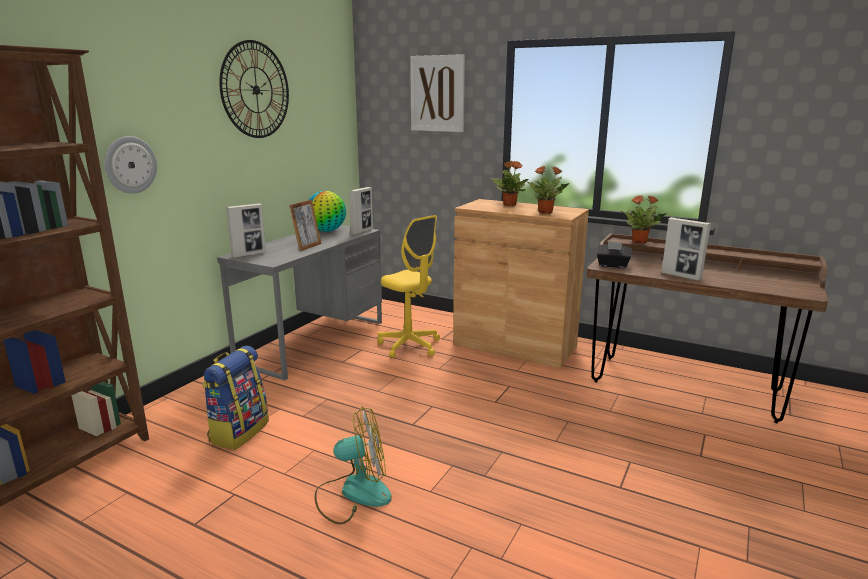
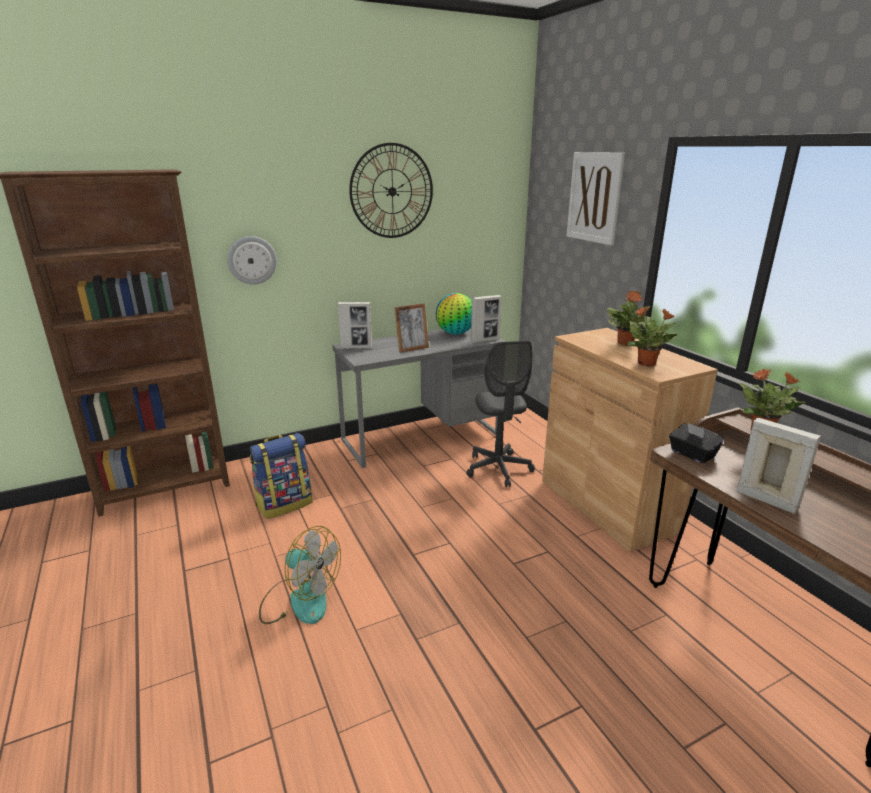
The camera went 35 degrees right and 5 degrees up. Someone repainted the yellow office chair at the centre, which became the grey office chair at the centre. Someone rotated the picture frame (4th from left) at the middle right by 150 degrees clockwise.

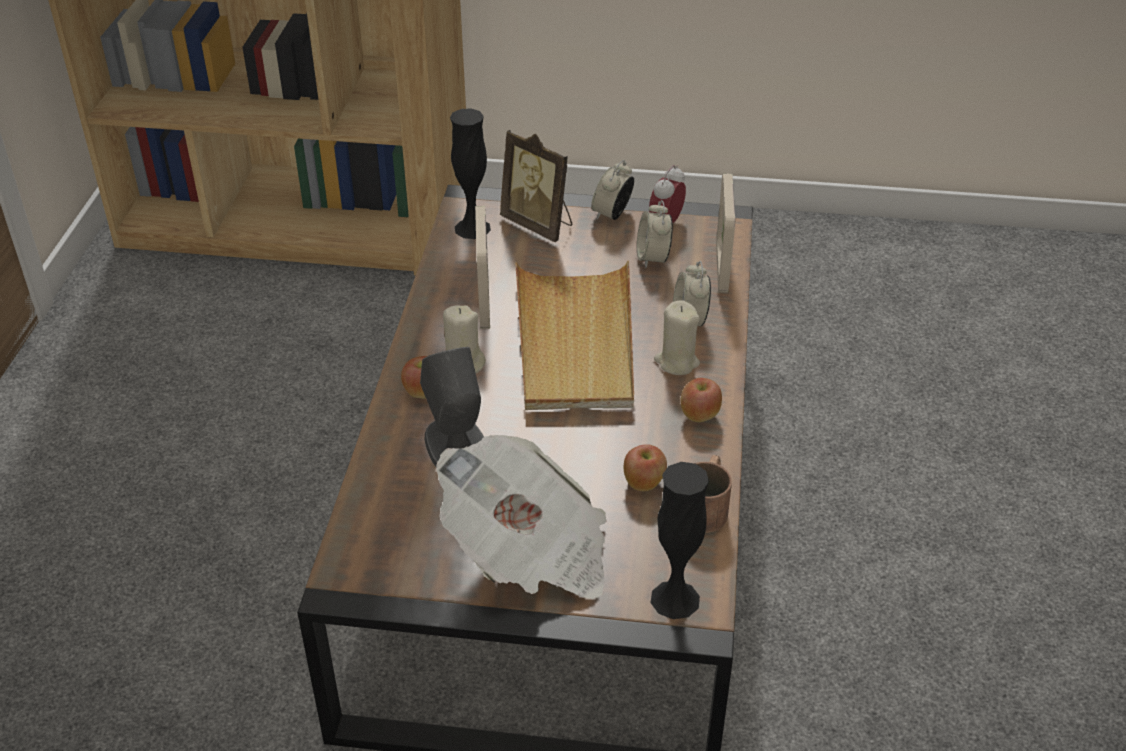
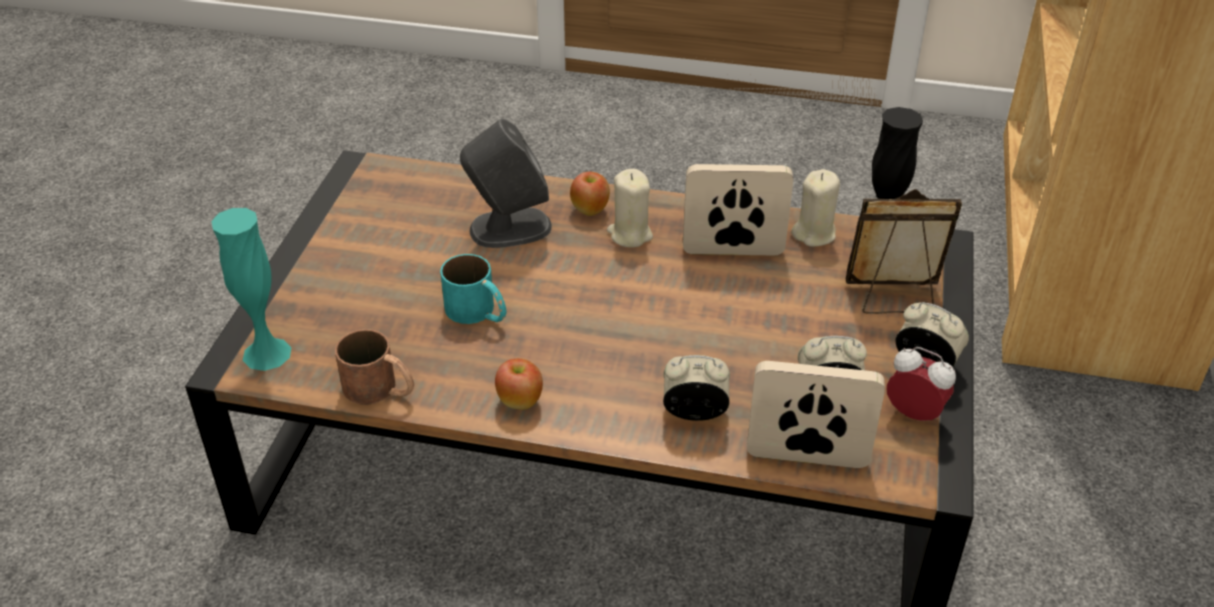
The camera went 95 degrees right and 0 degrees up. Someone repainted the black vase (2nd from left) at the bottom centre, which became the turquoise vase at the middle left. Someone put down the turquoise mug at the centre. Someone carried the beige candle (2nd from left) from the centre to the middle right. Someone rotated the picture frame (2nd from left in the first image) at the top centre by 45 degrees clockwise. Someone took away the newspaper at the bottom centre. Someone took away the beige tray at the centre. Someone took away the apple (2nd from left) at the centre.

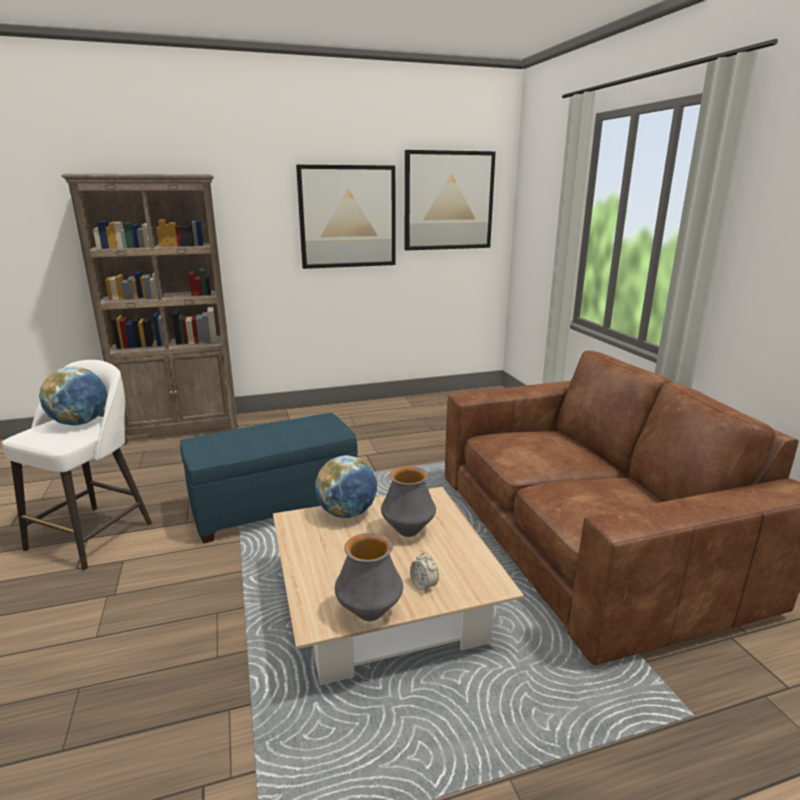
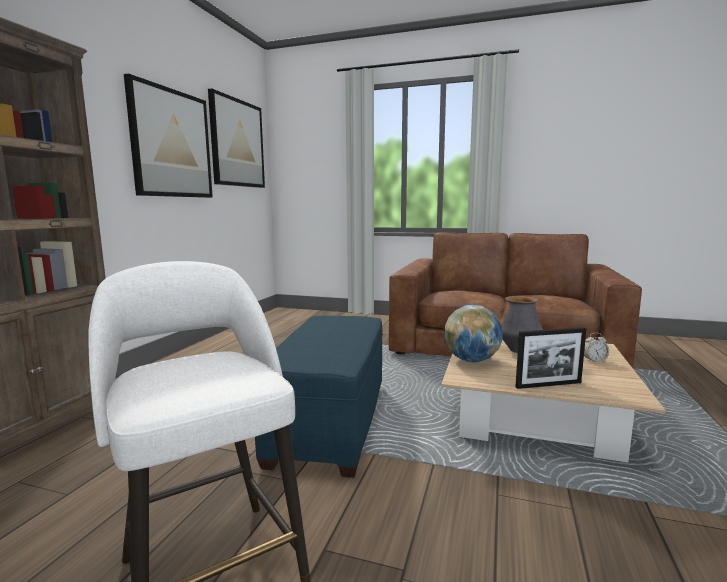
The camera went 55 degrees left and 10 degrees down. Someone put down the picture frame at the middle right. Someone took away the globe (1st from left) at the middle left. Someone took away the vase (1st from left) at the bottom centre.

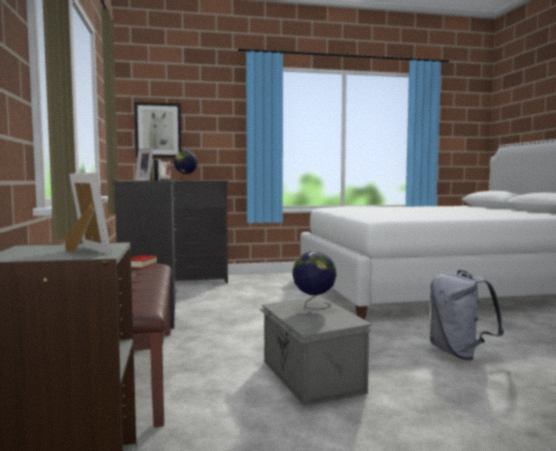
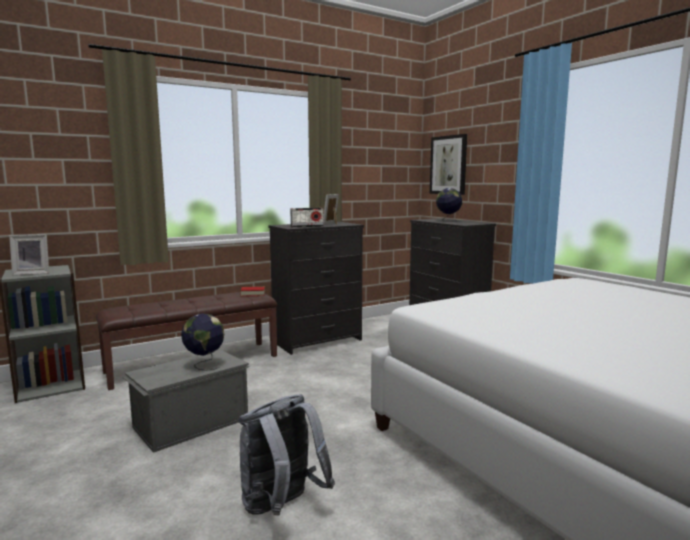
The camera went 70 degrees right and 5 degrees up. Someone rotated the picture frame (1st from left) at the middle left by 45 degrees clockwise.

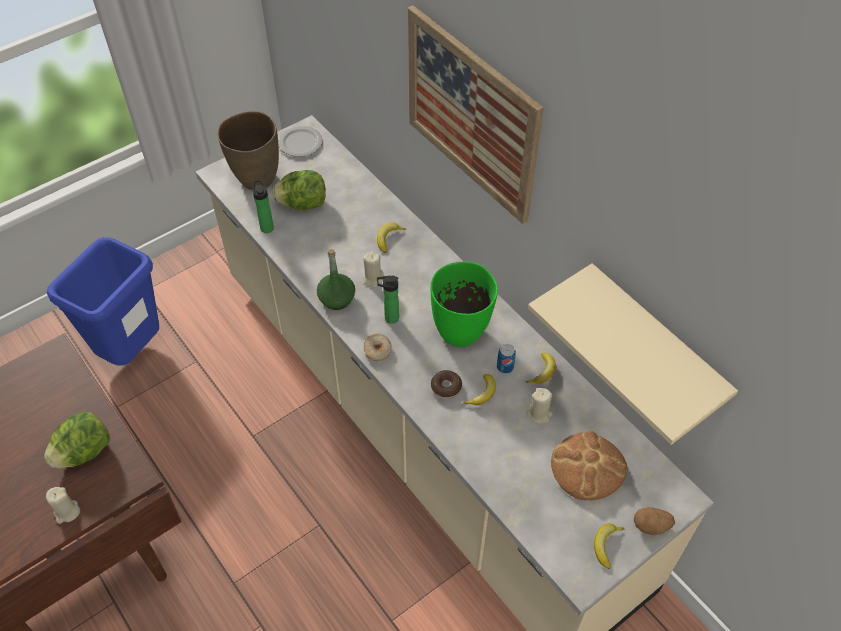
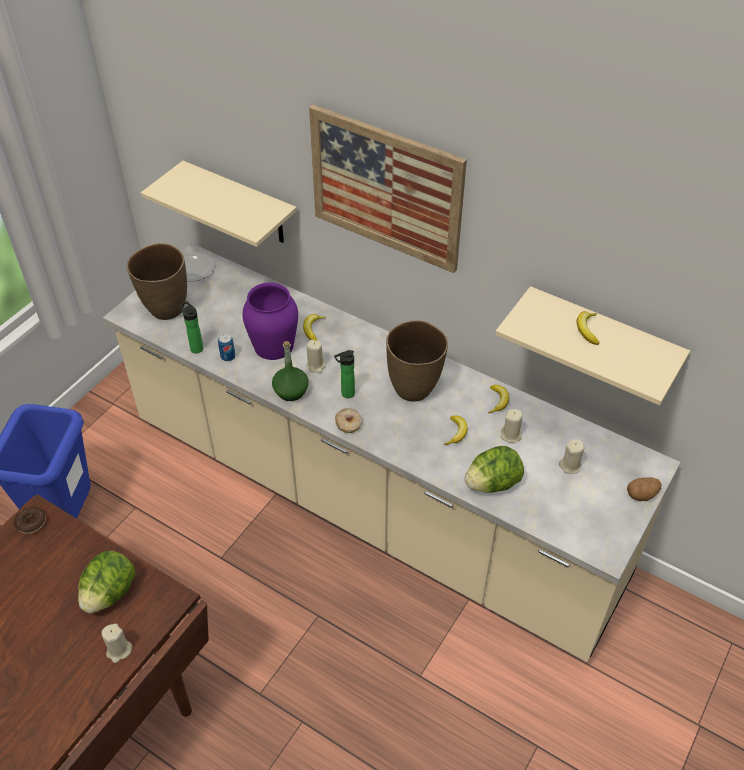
The camera went 20 degrees left and 5 degrees down. Someone carried the donut (2nd from left in the first image) from the centre to the bottom left. Someone put up the beige shelf (1st from left) at the top left. Someone carried the can from the centre to the middle left. Someone put down the purple vase at the centre. Someone repainted the green vase at the centre, which became the brown vase (2nd from left) at the centre. Someone carried the lettuce (2nd from left) from the top centre to the centre. Someone swapped the bread at the bottom right for the beige candle (4th from left) at the middle right. Someone carried the banana (4th from left) from the bottom right to the middle right.

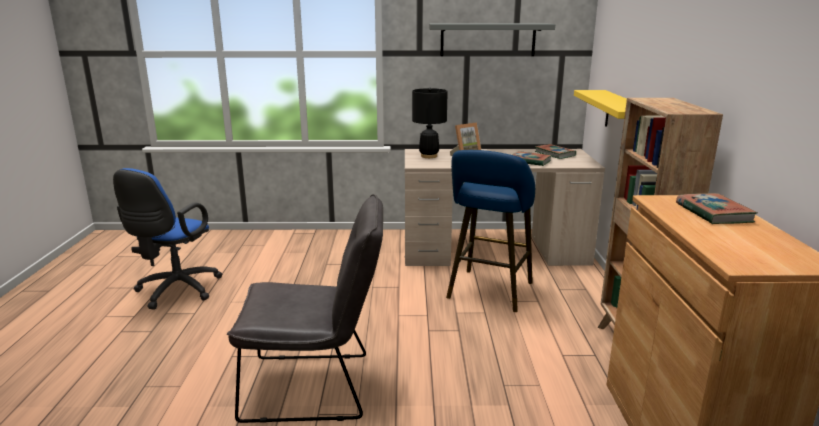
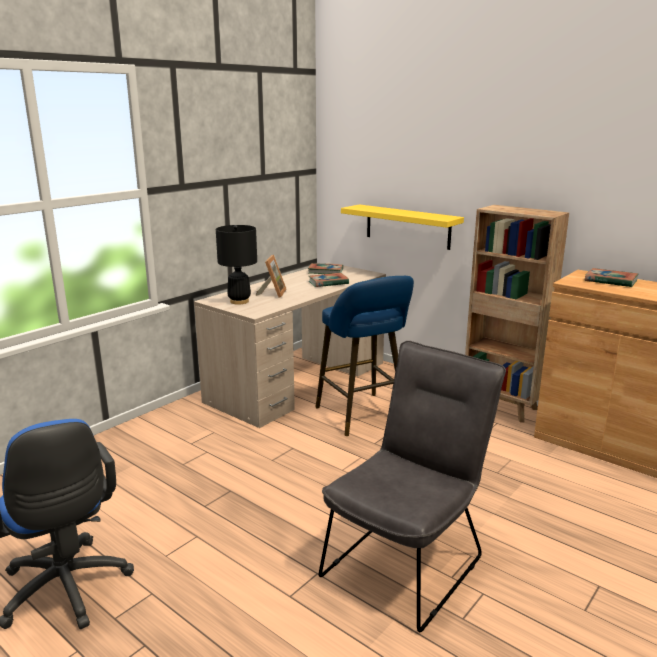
The camera went 50 degrees left and 0 degrees up. Someone took away the grey shelf at the top centre.

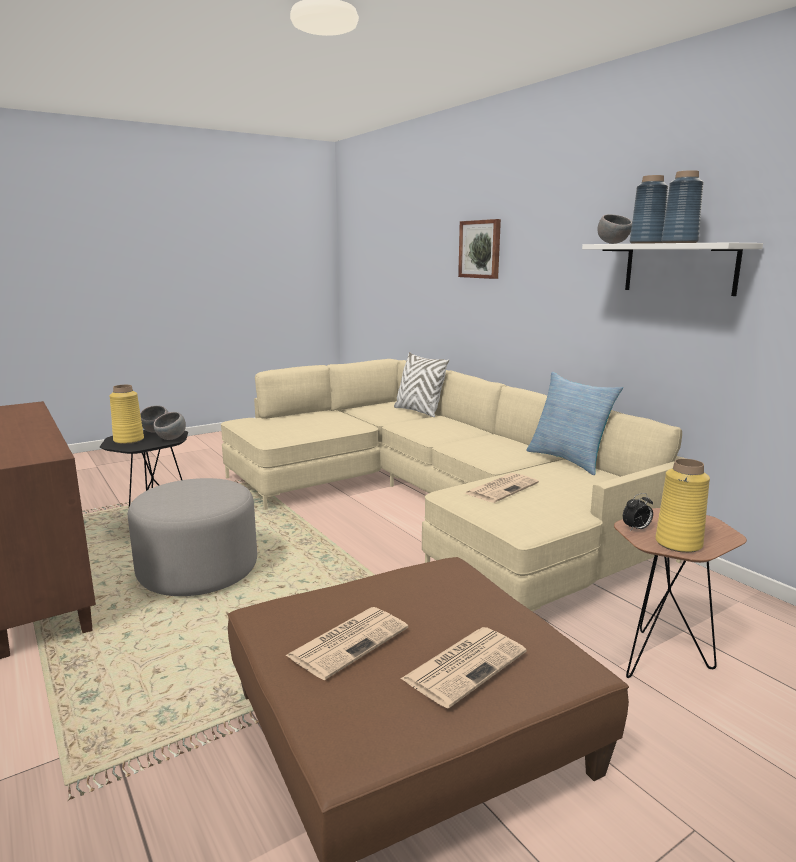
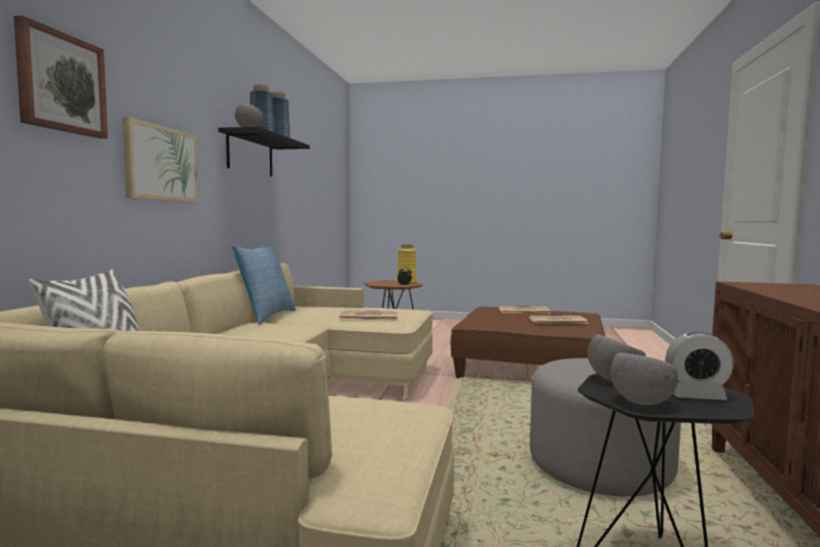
The camera went 135 degrees left and 10 degrees down. Someone put up the picture (2nd from left) at the top left. Someone repainted the white shelf at the top right, which became the black shelf at the top left. Someone swapped the yellow vase (1st from left) at the middle left for the alarm clock (2nd from left) at the bottom right.

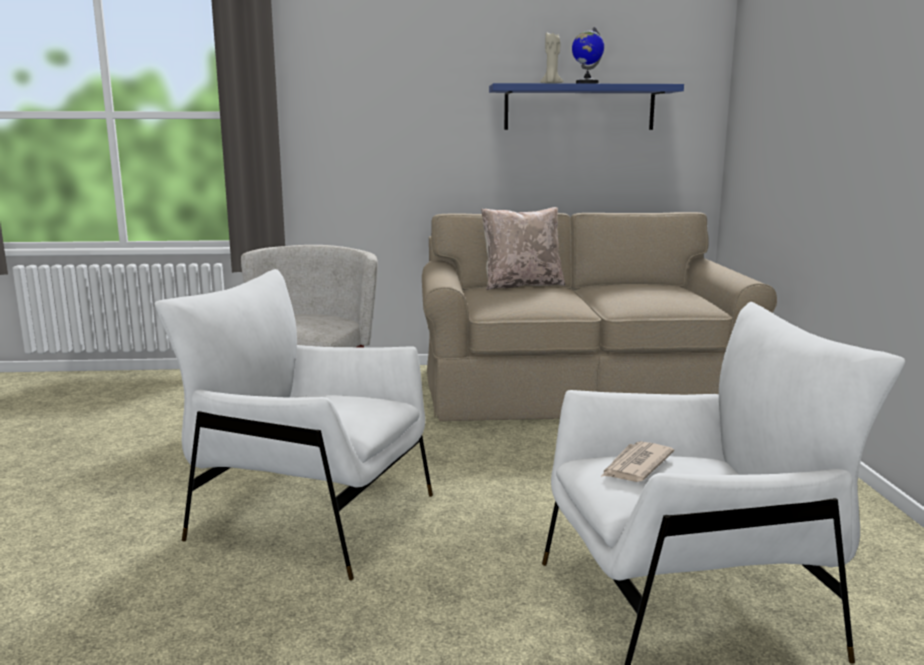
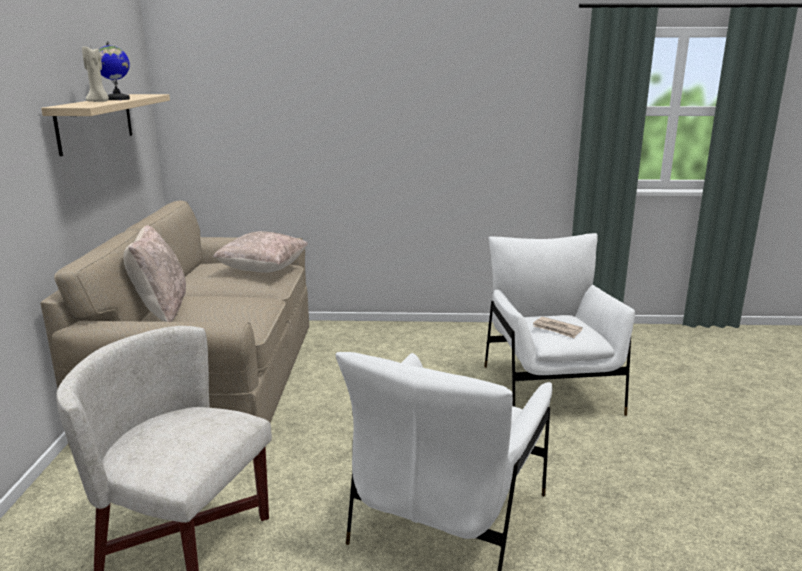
The camera went 85 degrees left and 5 degrees up. Someone repainted the blue shelf at the top centre, which became the beige shelf at the top left. Someone put down the beige pillow (2nd from left) at the middle left.

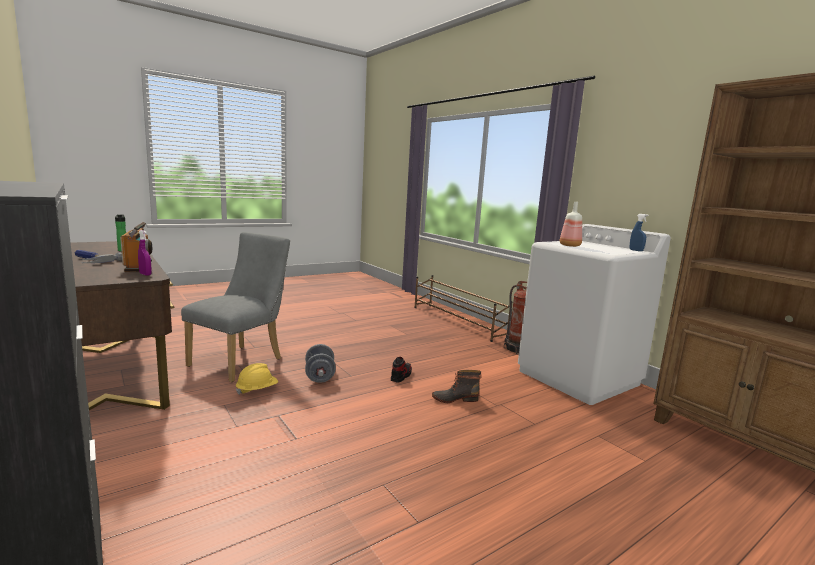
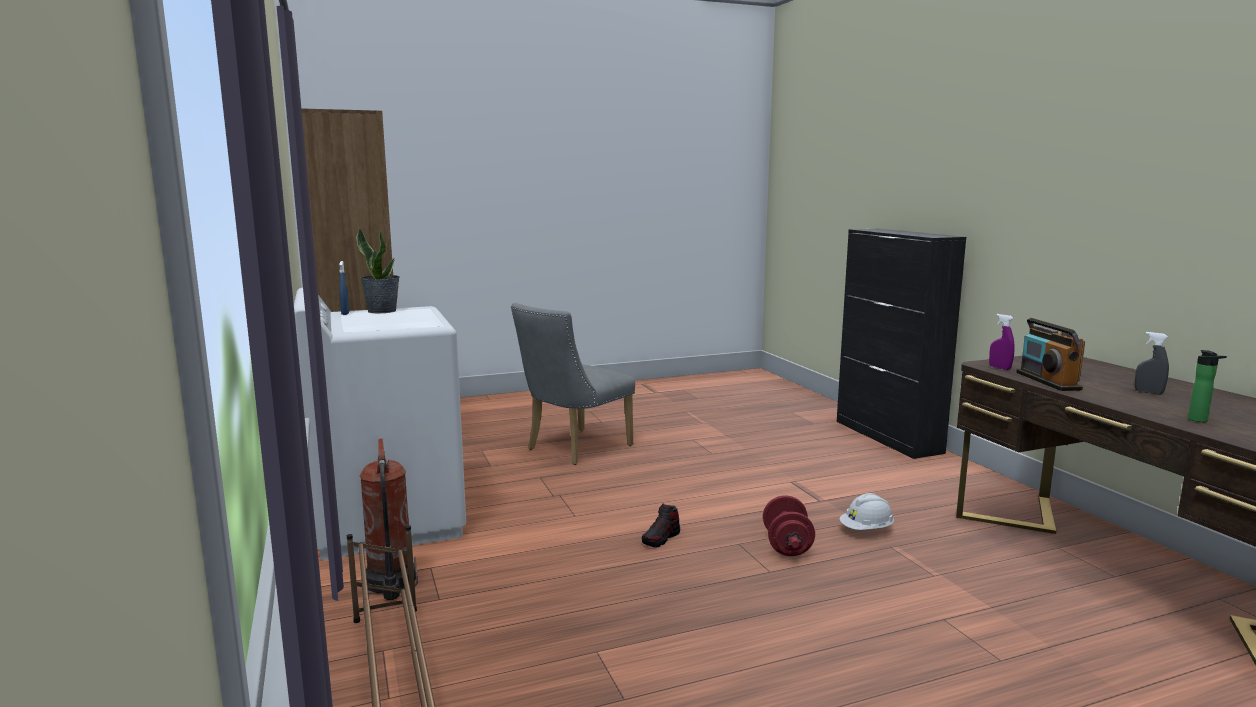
The camera went 165 degrees left and 0 degrees up. Someone put down the potted plant at the middle left. Someone carried the grey chair from the middle left to the centre. Someone repainted the grey dumbbell at the centre, which became the red dumbbell at the bottom centre. Someone repainted the yellow hard hat at the bottom left, which became the white hard hat at the bottom right. Someone swapped the hammer at the middle left for the grey spray bottle at the middle right. Someone took away the boot at the bottom centre. Someone took away the bottle (2nd from left) at the middle right.

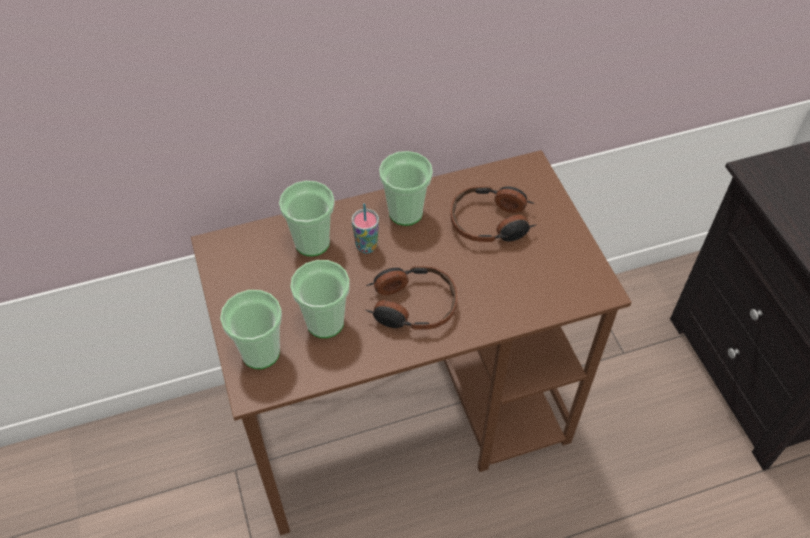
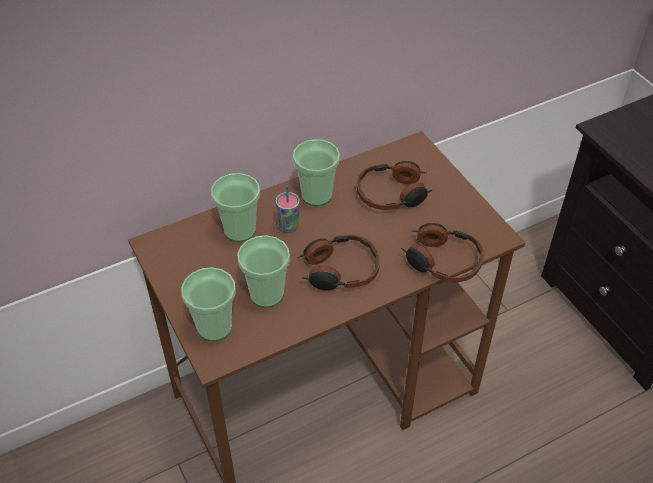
The camera went 10 degrees left and 5 degrees down. Someone put down the headphones (3rd from left) at the middle right.

